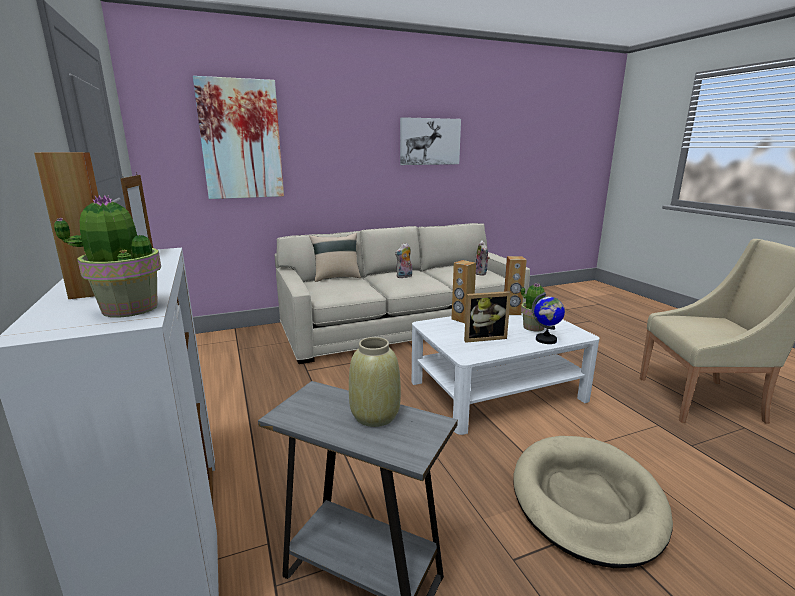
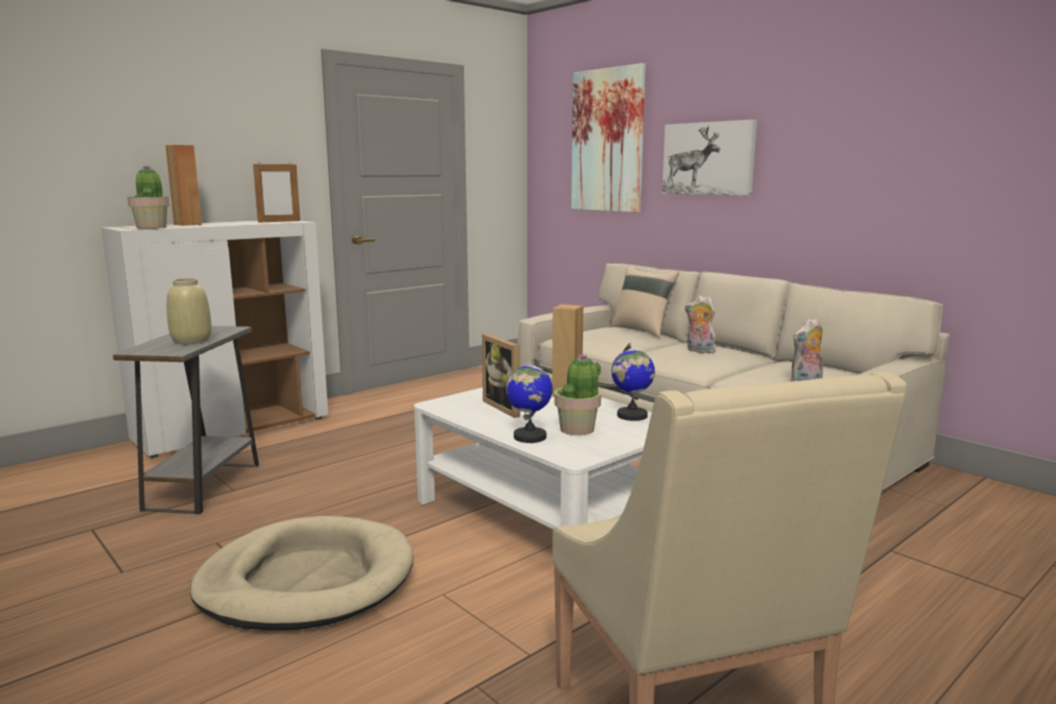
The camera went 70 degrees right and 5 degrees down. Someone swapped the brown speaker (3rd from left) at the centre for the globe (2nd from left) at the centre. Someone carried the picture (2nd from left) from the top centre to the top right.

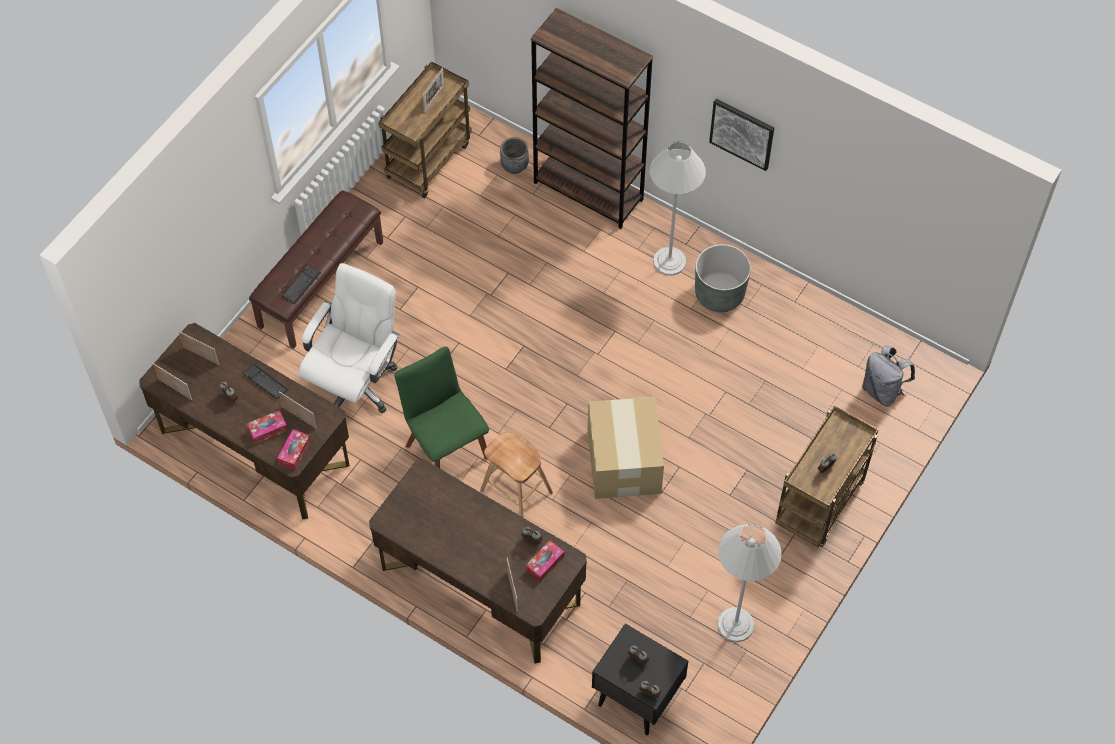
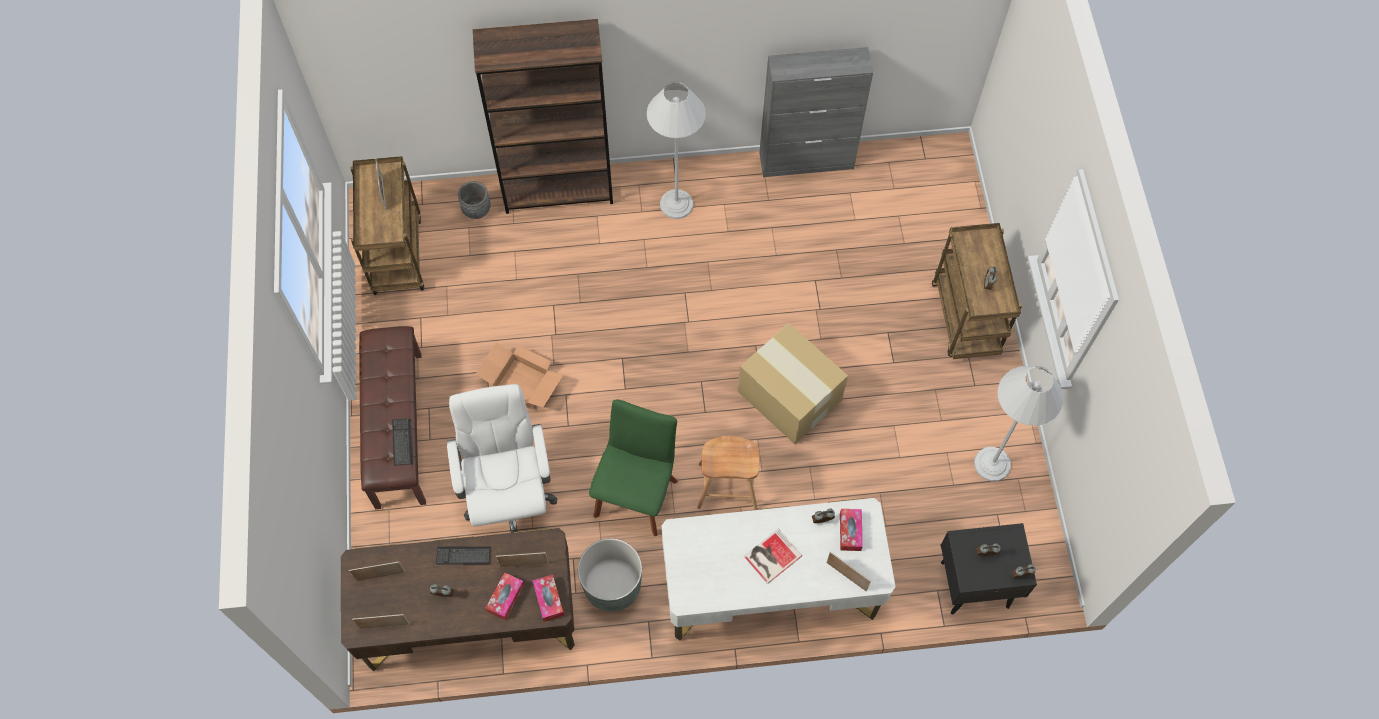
The camera went 40 degrees left and 5 degrees up. Someone put down the cardboard box (1st from left) at the centre. Someone carried the grey planter (2nd from left) from the centre to the bottom centre. Someone rotated the green chair at the centre by 90 degrees clockwise. Someone repainted the brown desk (2nd from left) at the bottom centre, which became the white desk at the bottom centre. Someone put down the book at the bottom centre. Someone put down the grey cabinet at the top centre. Someone took away the picture at the top centre. Someone took away the grey backpack at the middle right.

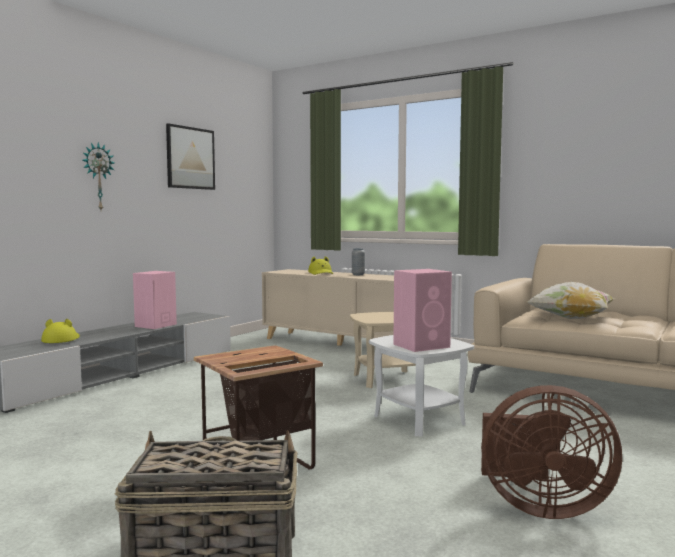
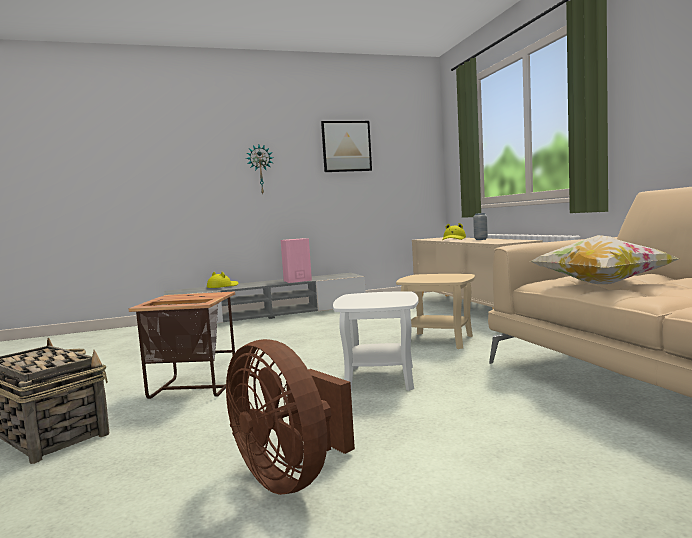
The camera went 40 degrees right and 0 degrees up. Someone took away the pink speaker (2nd from left) at the centre.

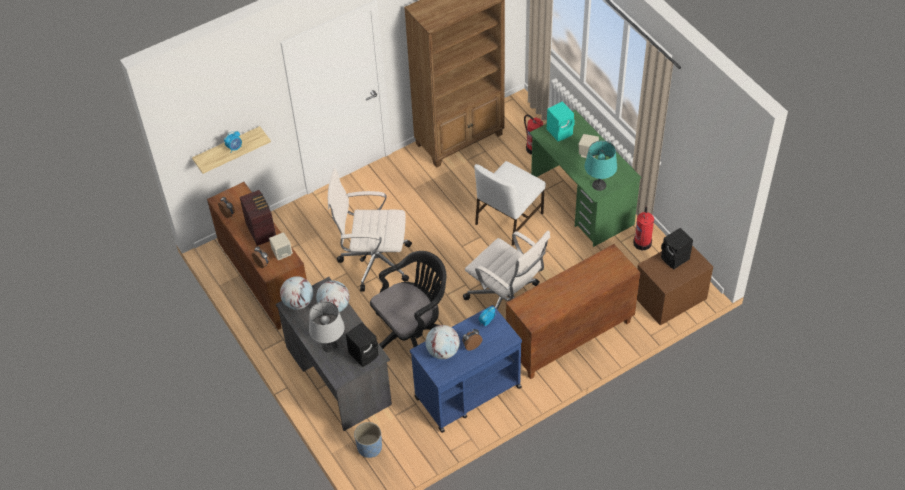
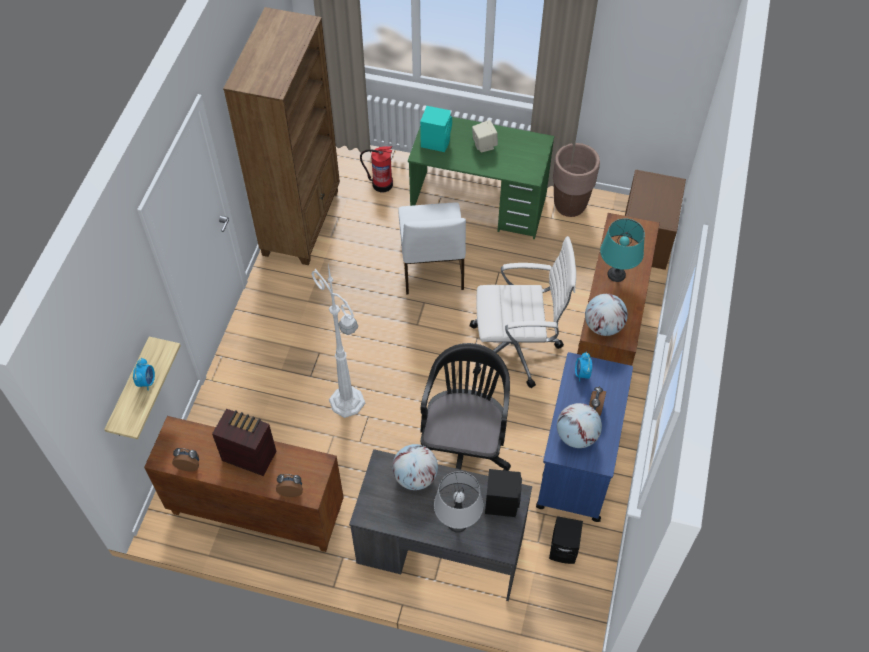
The camera went 45 degrees left and 5 degrees up. Someone swapped the white office chair (1st from left) at the centre for the white floor lamp at the centre. Someone carried the black speaker (2nd from left) from the middle right to the bottom centre. Someone swapped the fire extinguisher (2nd from left) at the middle right for the brown planter at the top centre. Someone carried the globe (1st from left in the first image) from the middle left to the middle right. Someone carried the turquoise table lamp from the centre to the middle right. Someone took away the beige speaker (1st from left) at the middle left. Someone took away the blue planter at the bottom centre.

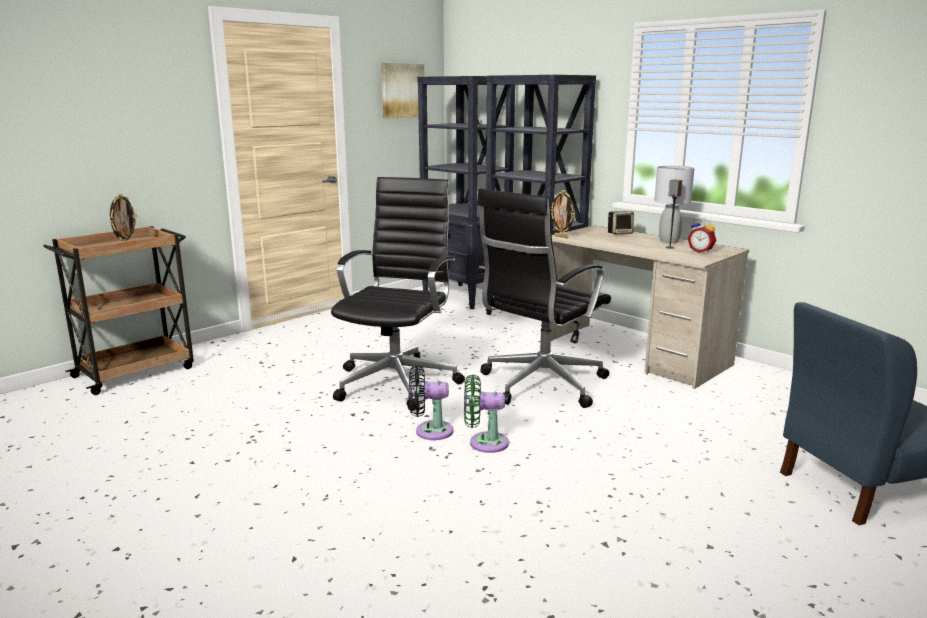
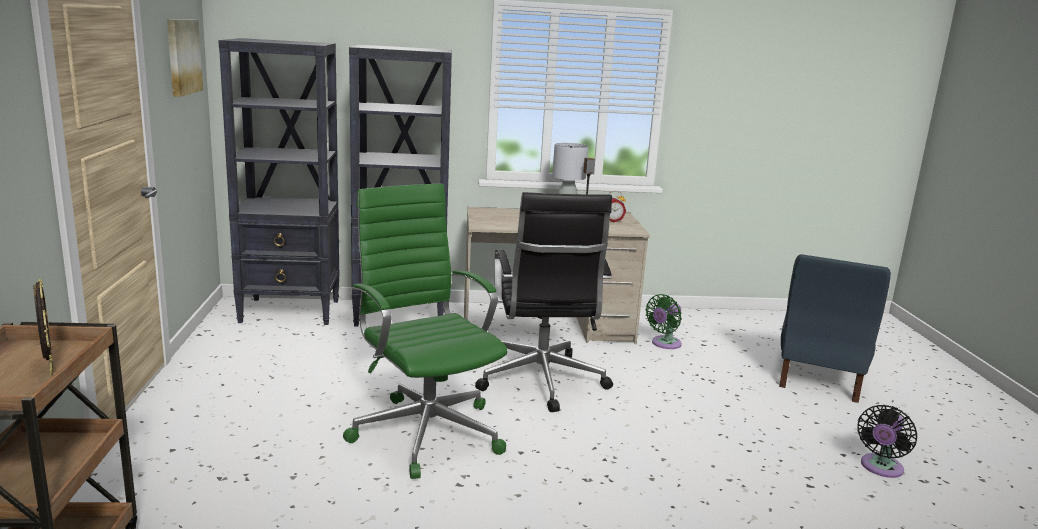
The camera went 50 degrees left and 0 degrees up. Someone repainted the black office chair (1st from left) at the centre, which became the green office chair at the centre. Someone carried the green fan from the bottom centre to the centre. Someone carried the black fan from the centre to the bottom right. Someone took away the picture frame (2nd from left) at the centre. Someone took away the speaker (1st from left) at the middle right.

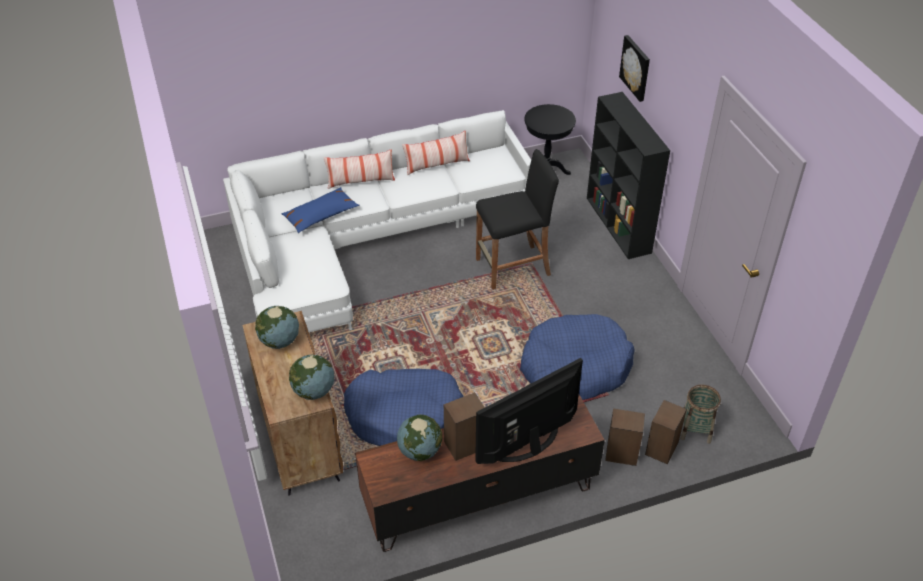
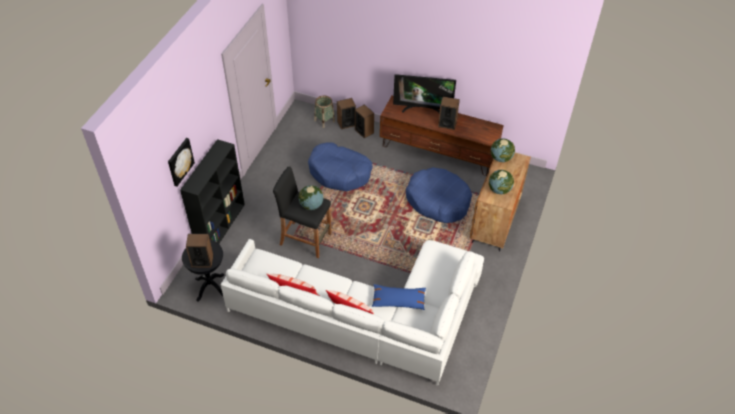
The camera went 140 degrees left and 5 degrees up. Someone put down the speaker (1st from left) at the middle left. Someone carried the globe (3rd from left in the first image) from the bottom centre to the centre.

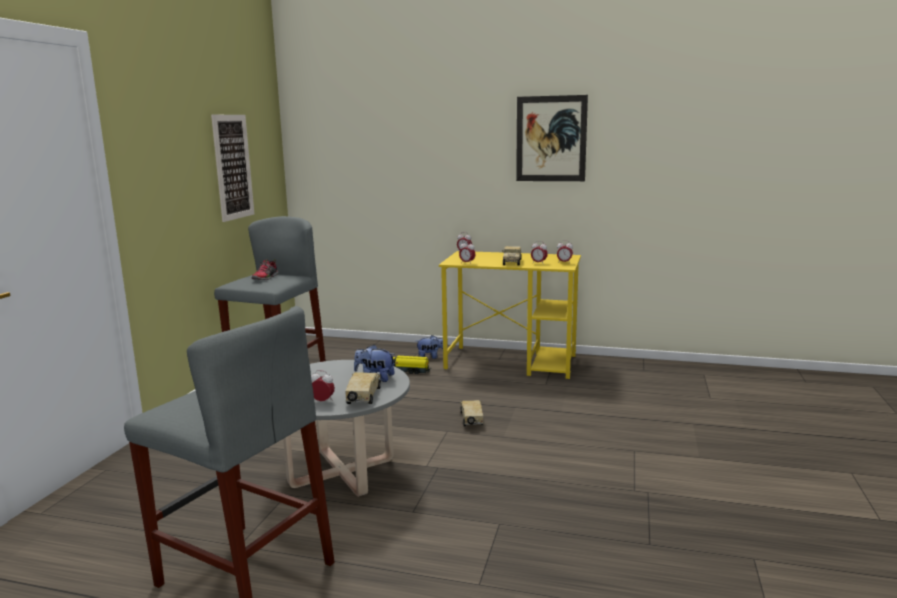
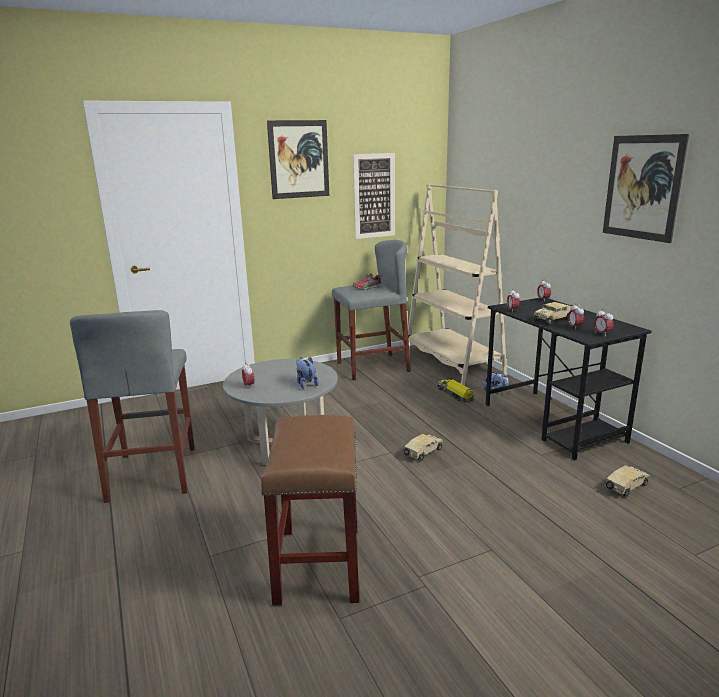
The camera went 50 degrees right and 5 degrees up. Someone put down the brown stool at the bottom centre. Someone put up the picture (1st from left) at the top centre. Someone put down the beige bookcase at the centre. Someone repainted the yellow desk at the centre, which became the black desk at the middle right. Someone carried the toy truck (1st from left in the first image) from the centre to the bottom right.

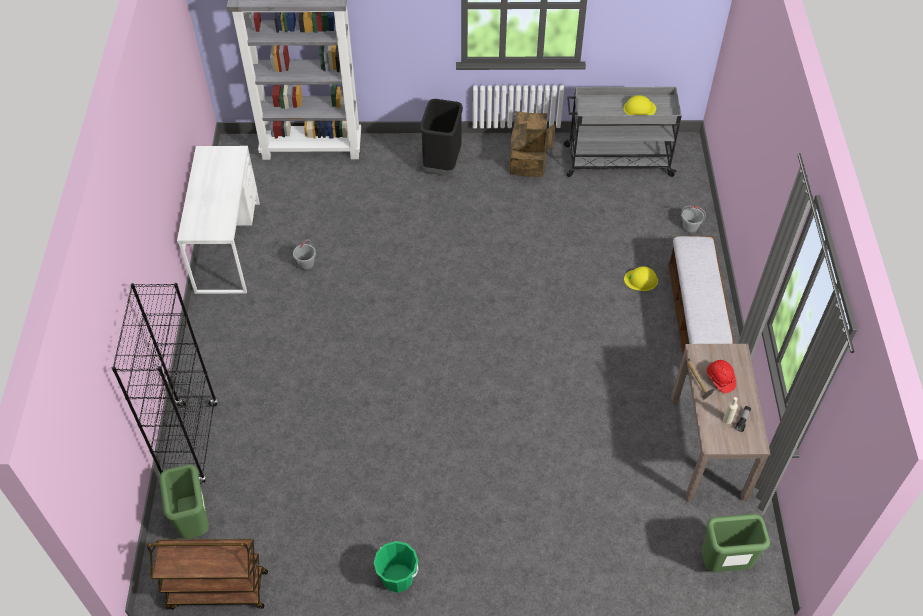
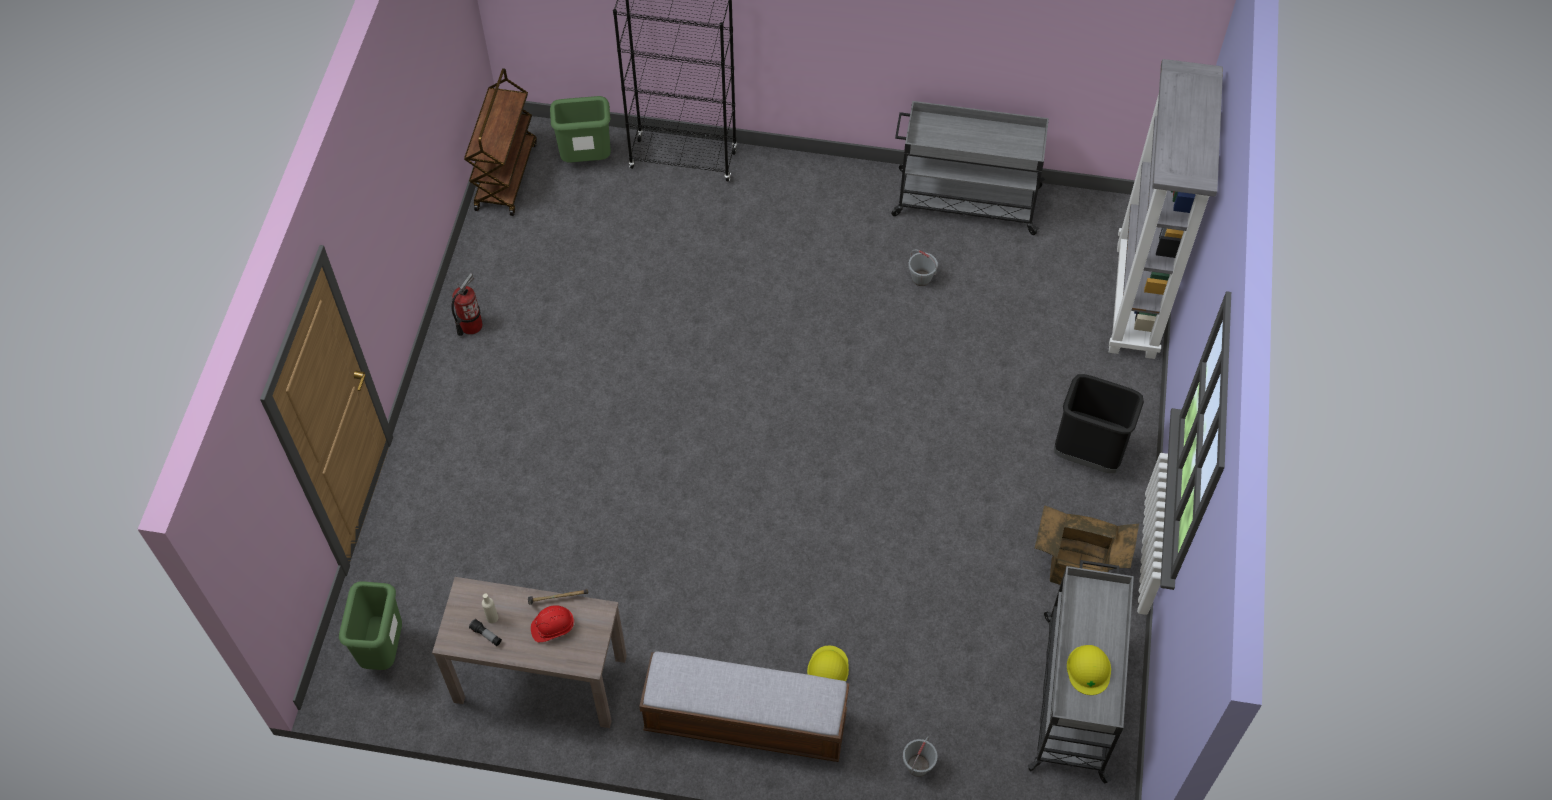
The camera went 100 degrees right and 5 degrees up. Someone swapped the green bucket at the bottom centre for the fire extinguisher at the middle left. Someone swapped the white desk at the middle left for the grey cart (1st from left) at the top centre.

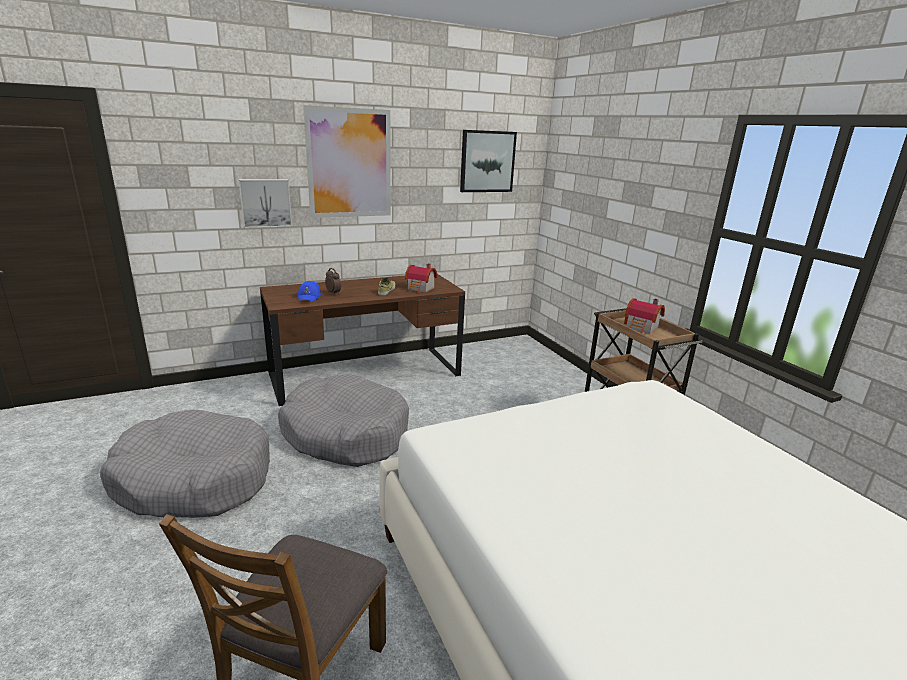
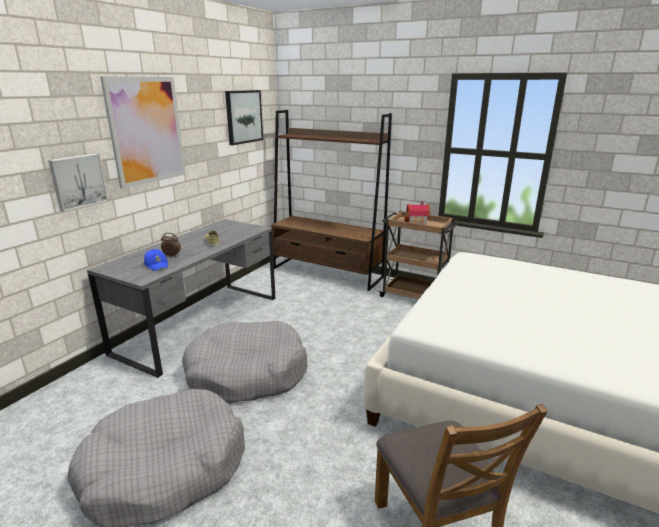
The camera went 35 degrees left and 0 degrees up. Someone repainted the brown desk at the centre, which became the grey desk at the middle left. Someone put down the brown bookcase at the centre. Someone took away the toy house (1st from left) at the centre.

